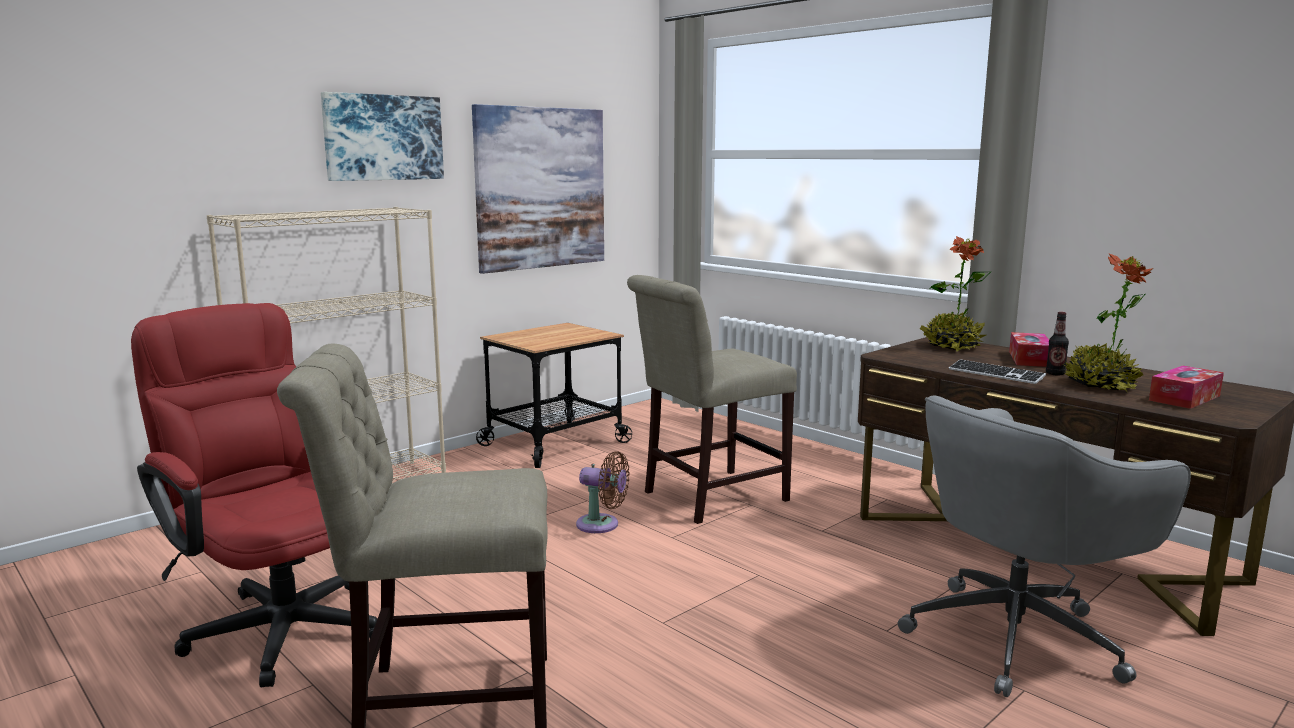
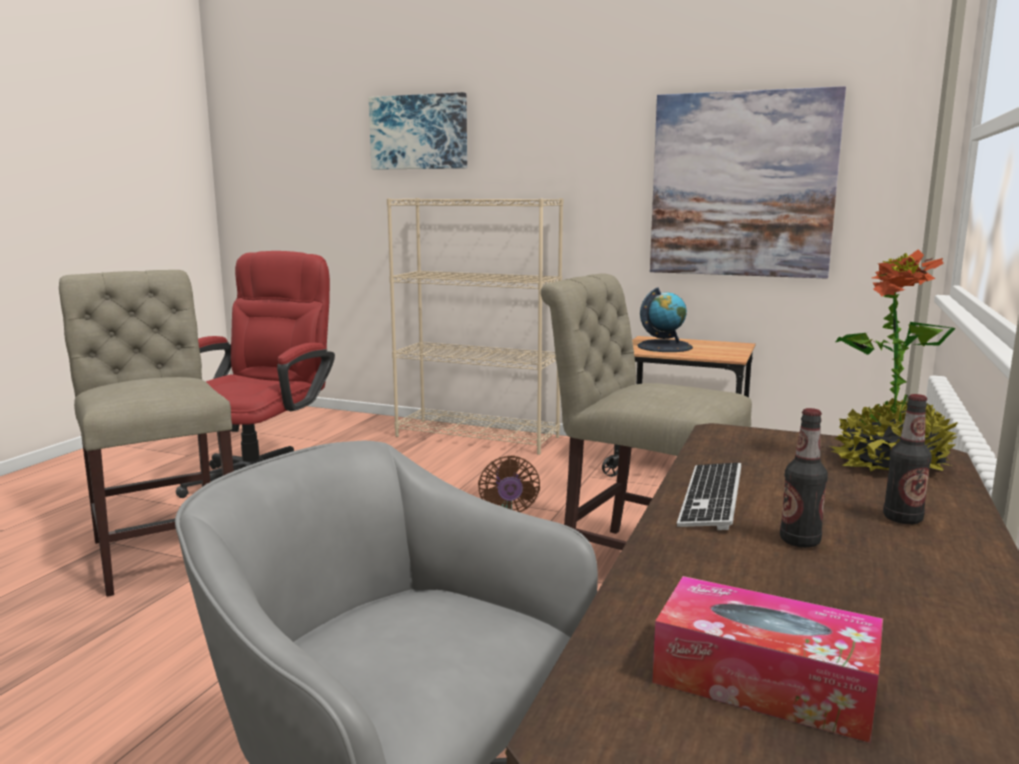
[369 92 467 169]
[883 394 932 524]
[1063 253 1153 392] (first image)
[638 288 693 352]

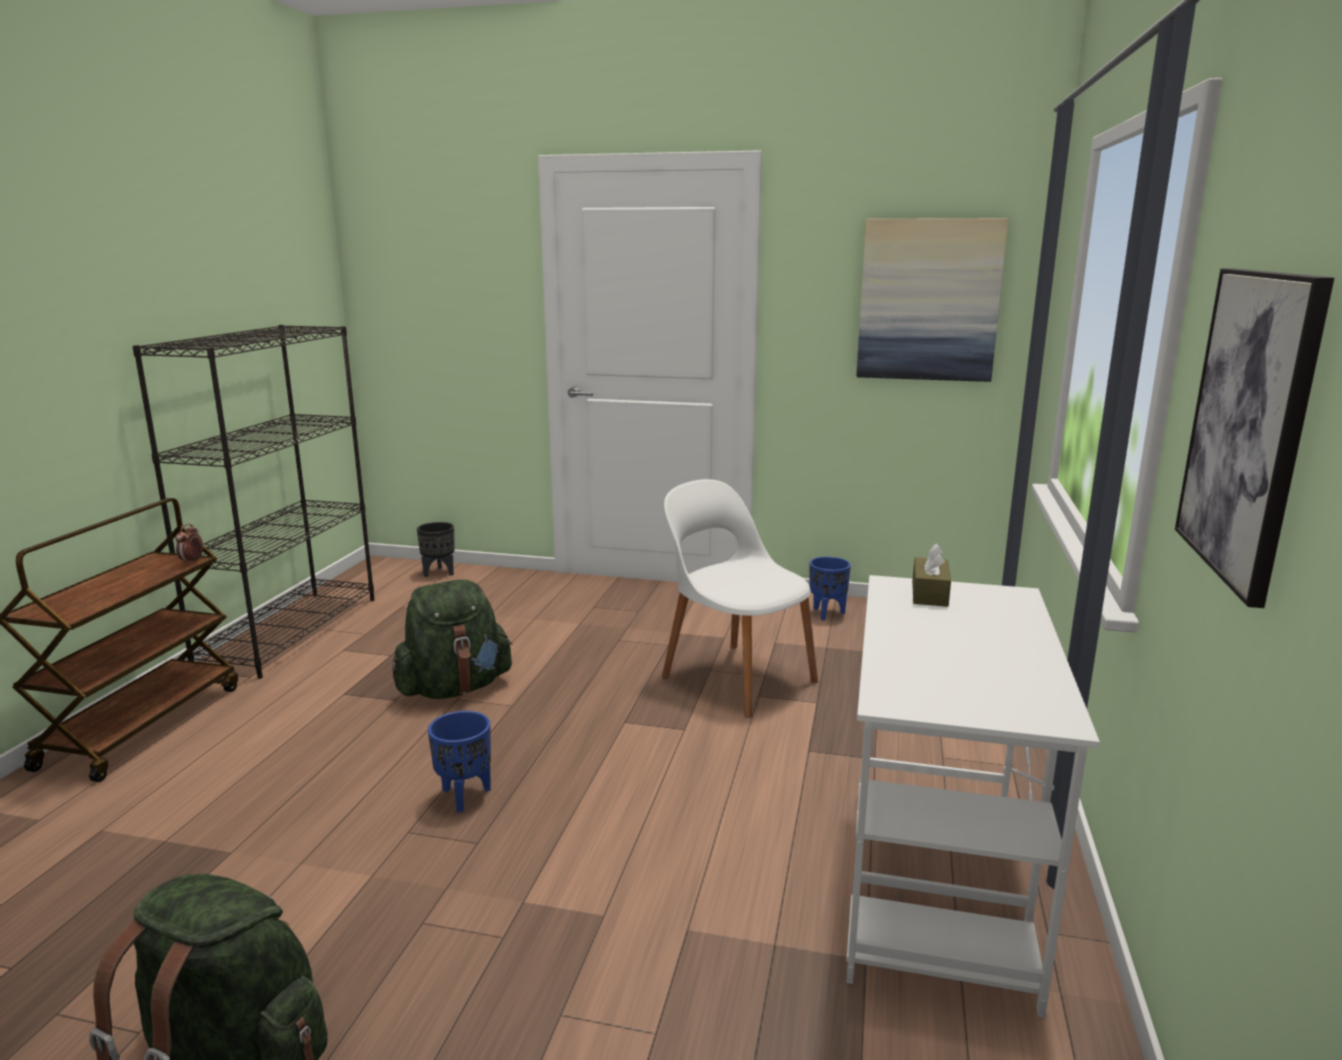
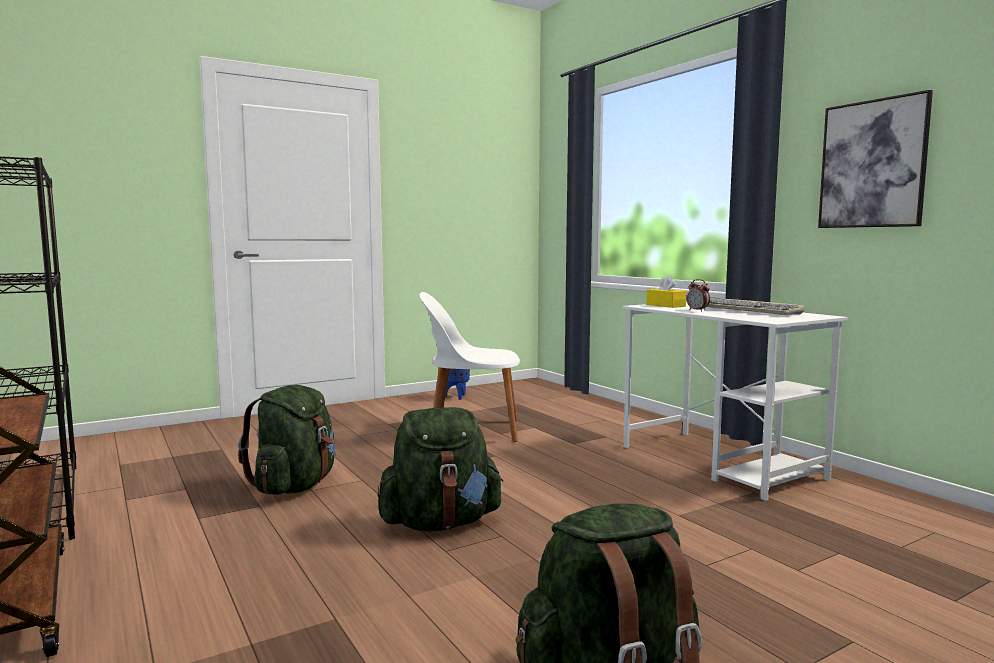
[686 279 710 312]
[417 522 455 577] (first image)
[377 407 503 531]
[856 218 1008 382] (first image)
[646 275 686 308]
[707 298 805 315]

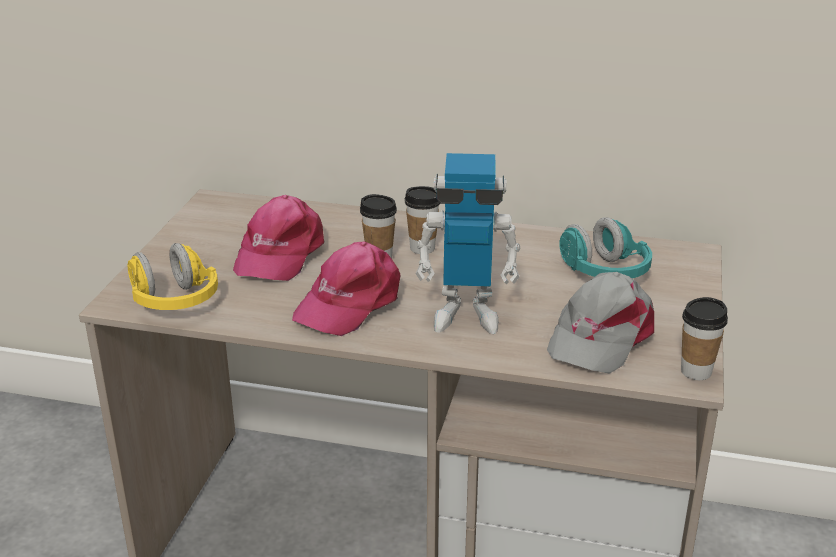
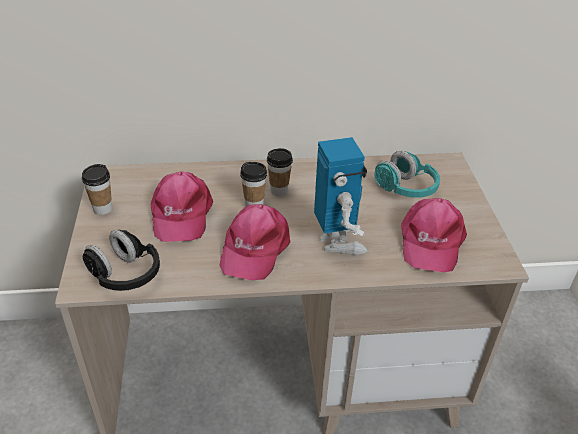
[83 230 160 291]
[314 137 367 255]
[401 198 467 272]
[82 164 112 215]

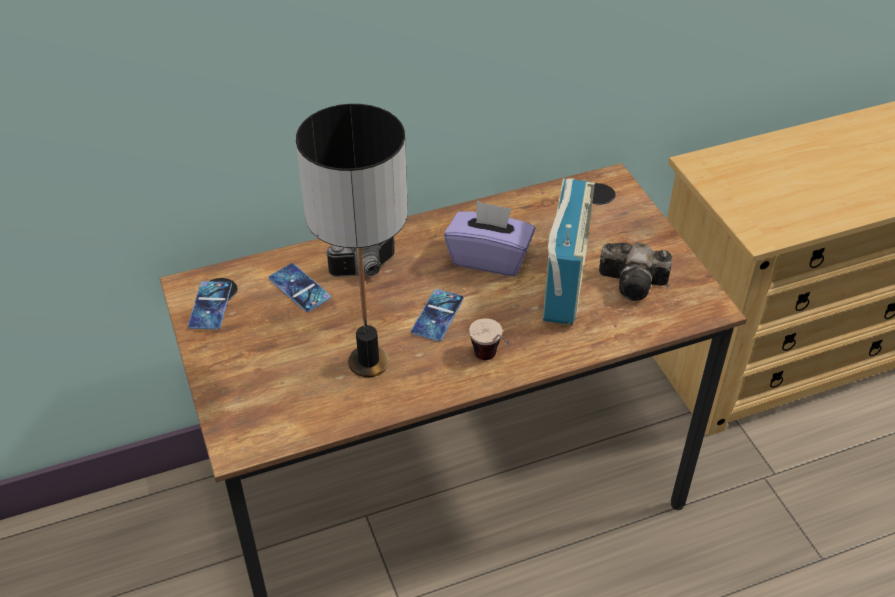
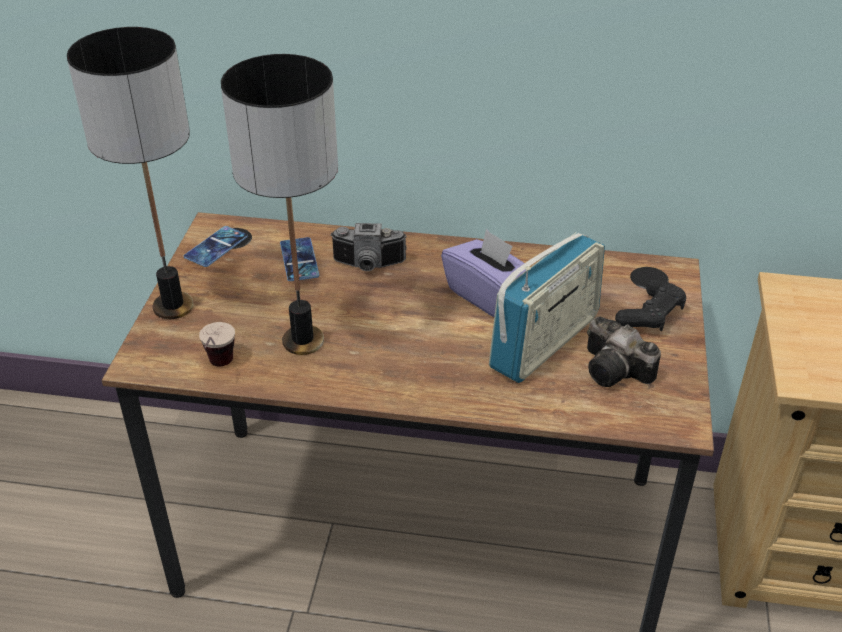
[411 289 464 341] (first image)
[199 322 235 366]
[67 27 194 319]
[615 280 686 331]

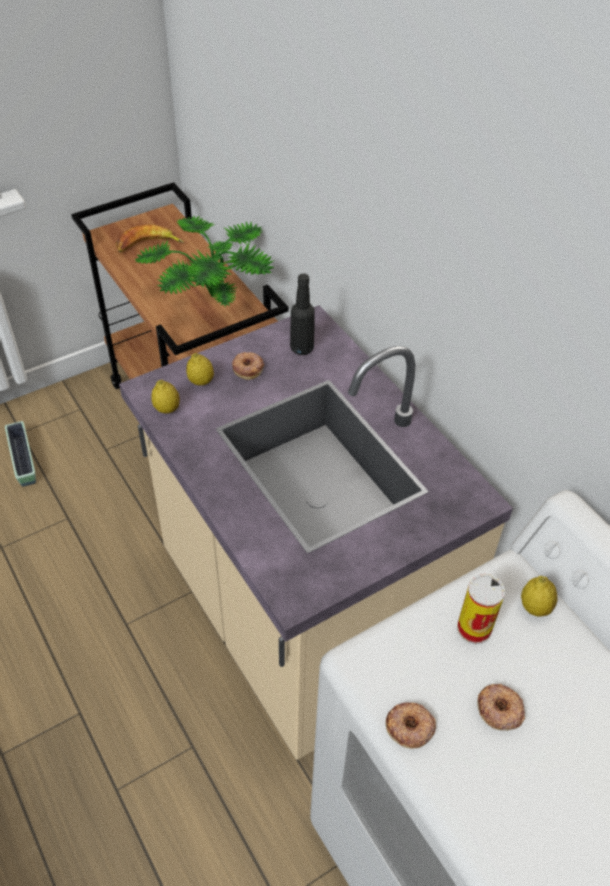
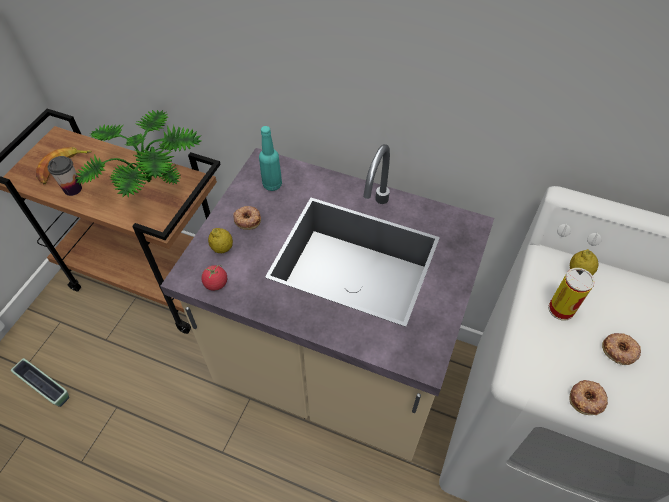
[201 265 227 291]
[259 126 282 191]
[48 156 82 196]

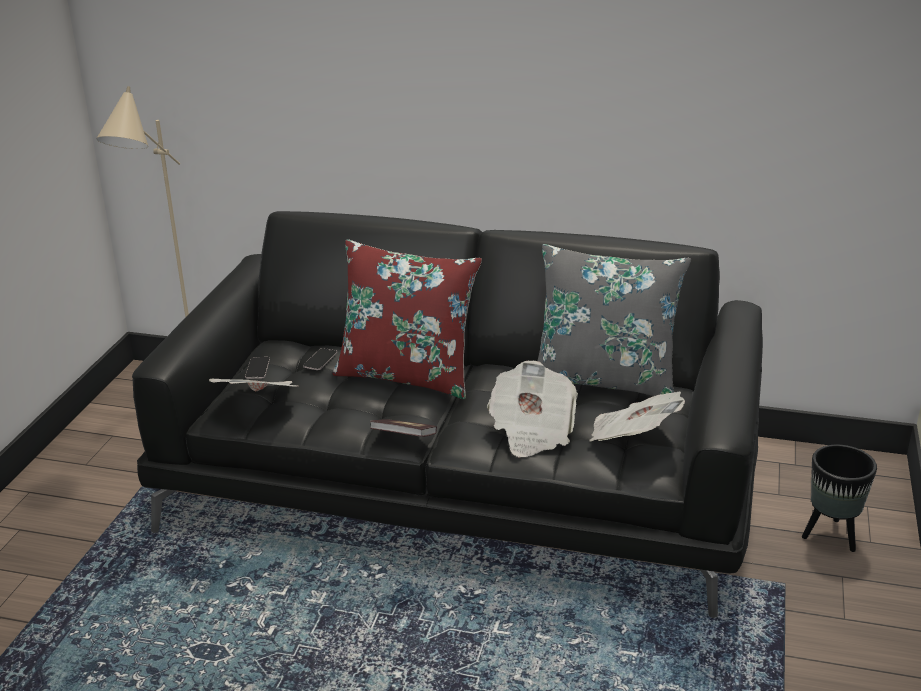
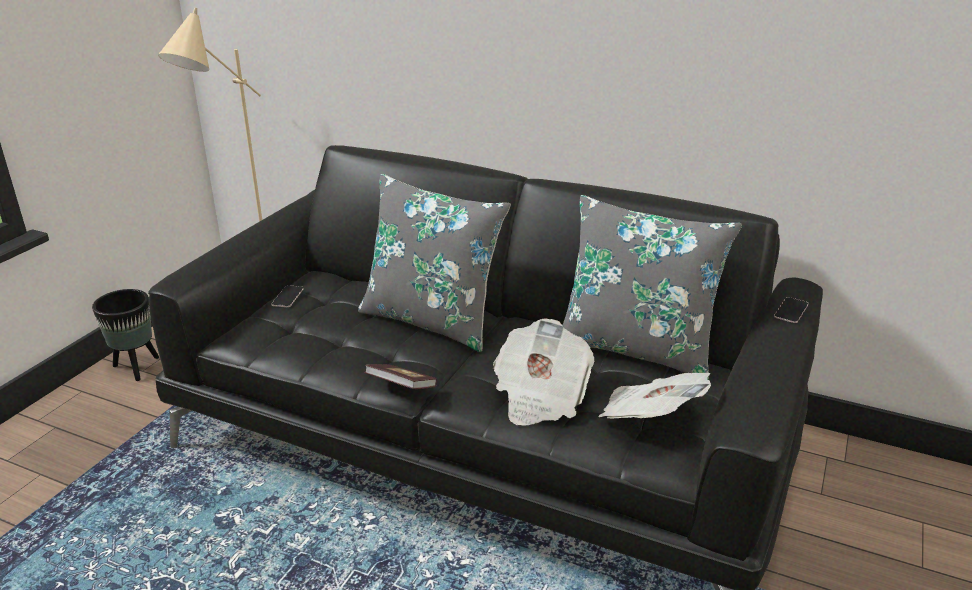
[209 379 297 391] (first image)
[774 297 809 323]
[358 174 511 352]
[92 289 159 381]

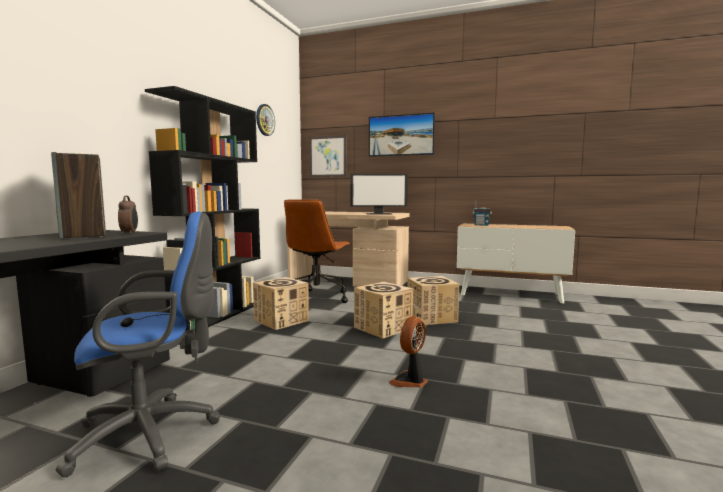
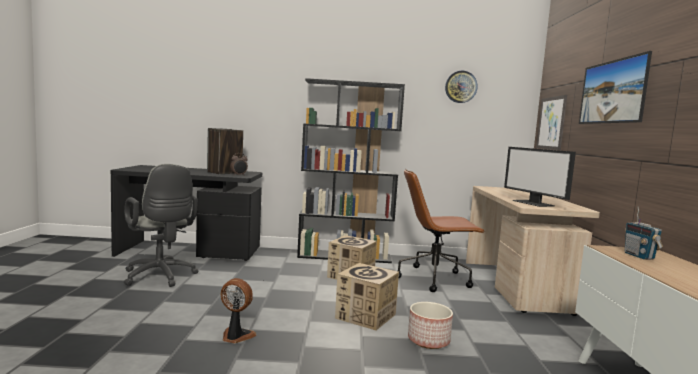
[124 164 199 287]
[408 302 453 349]

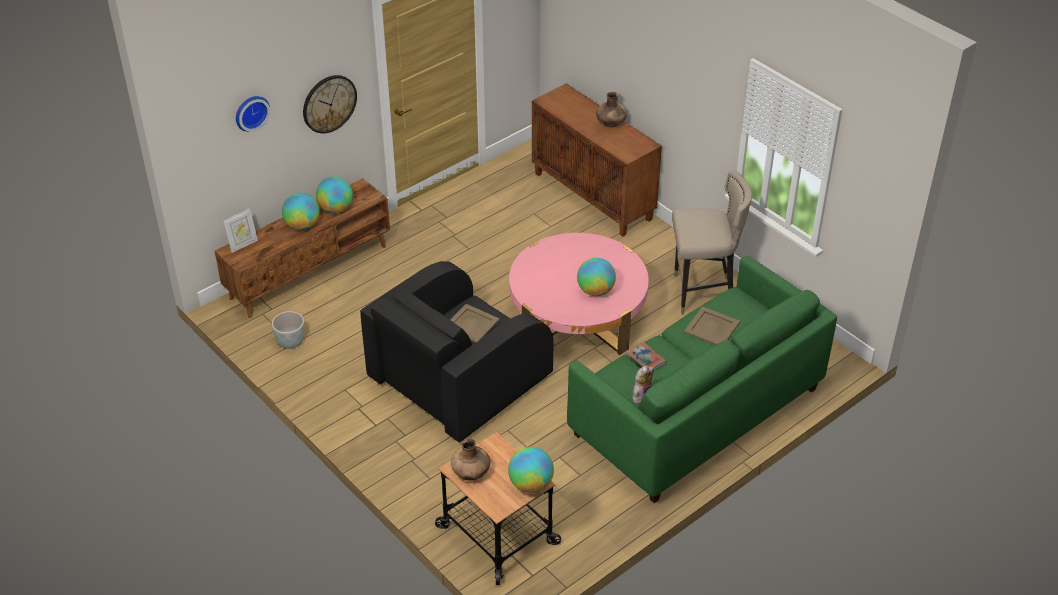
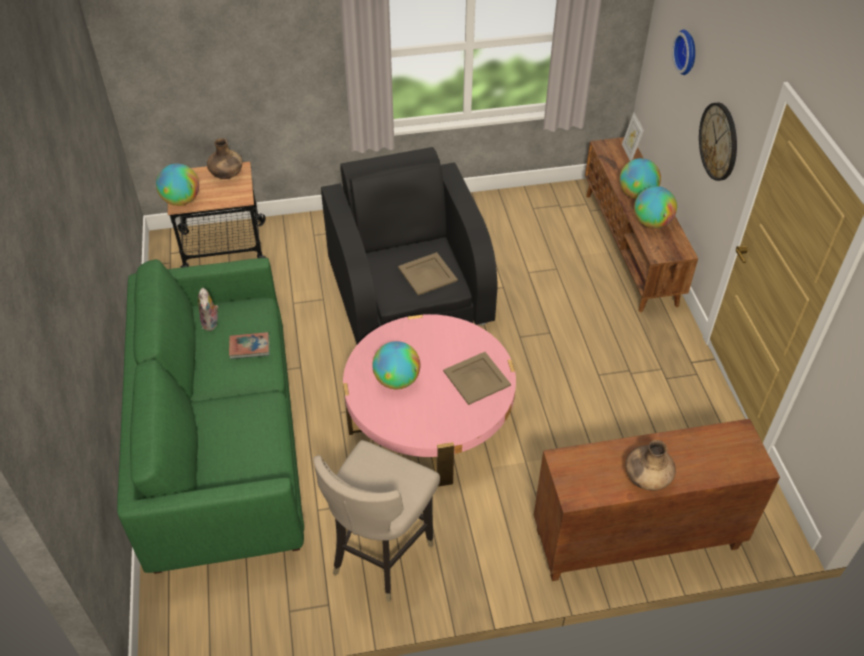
[272 311 304 349] (first image)
[443 352 511 405]

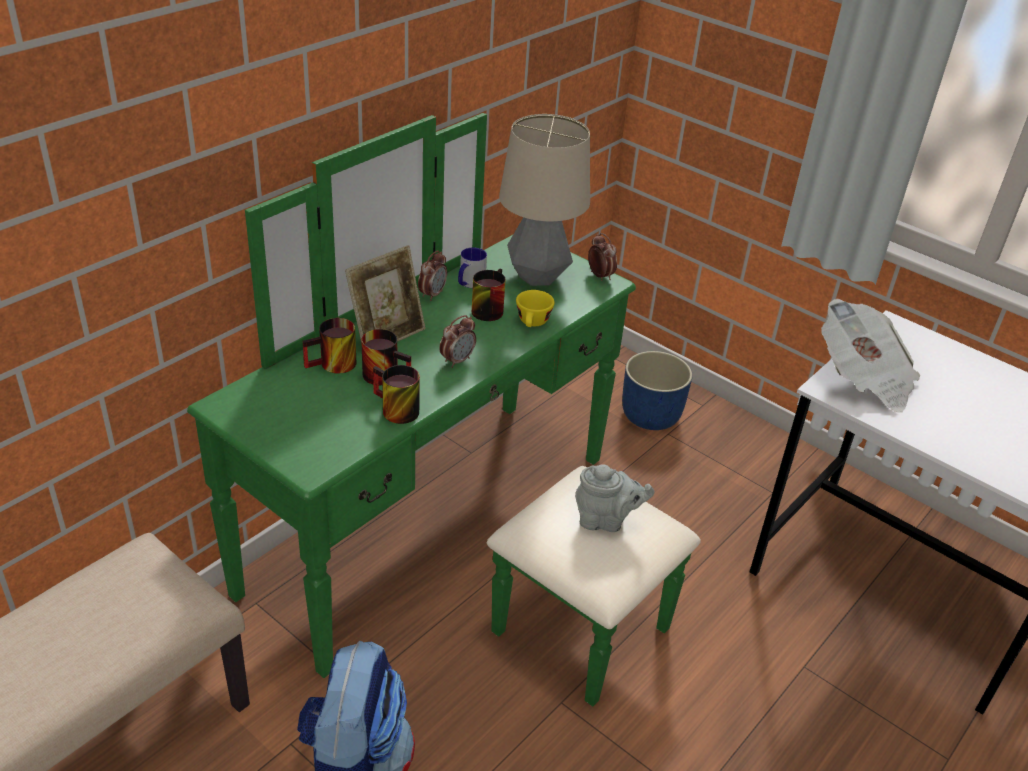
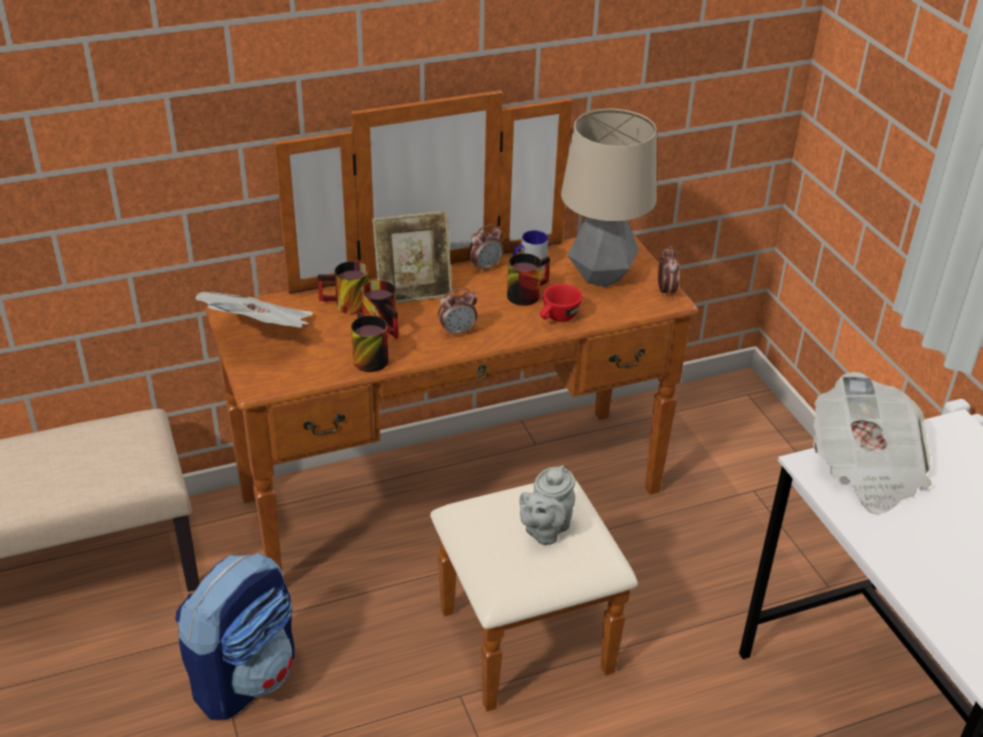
[205 90 698 712]
[540 284 582 322]
[519 465 575 545]
[622 351 693 430] (first image)
[195 292 313 328]

